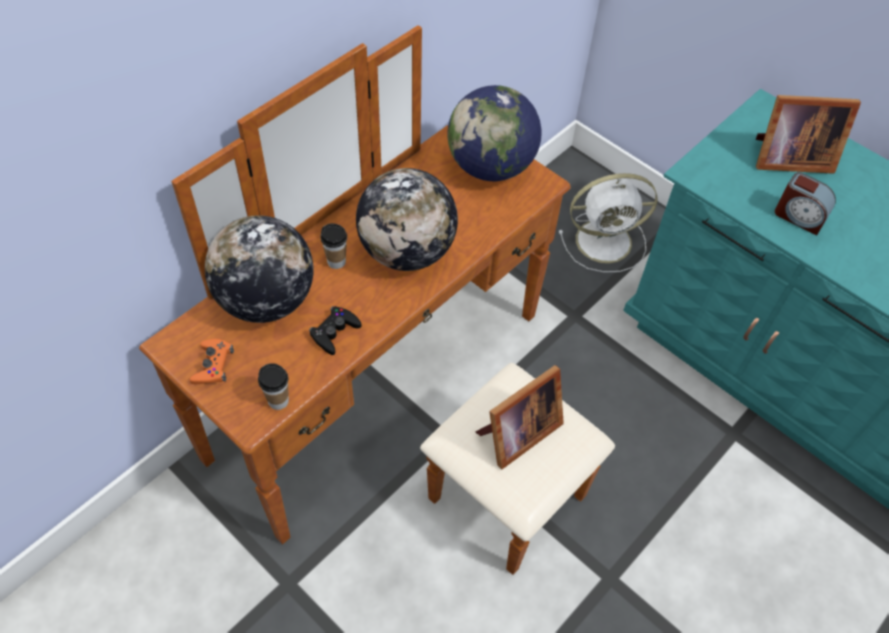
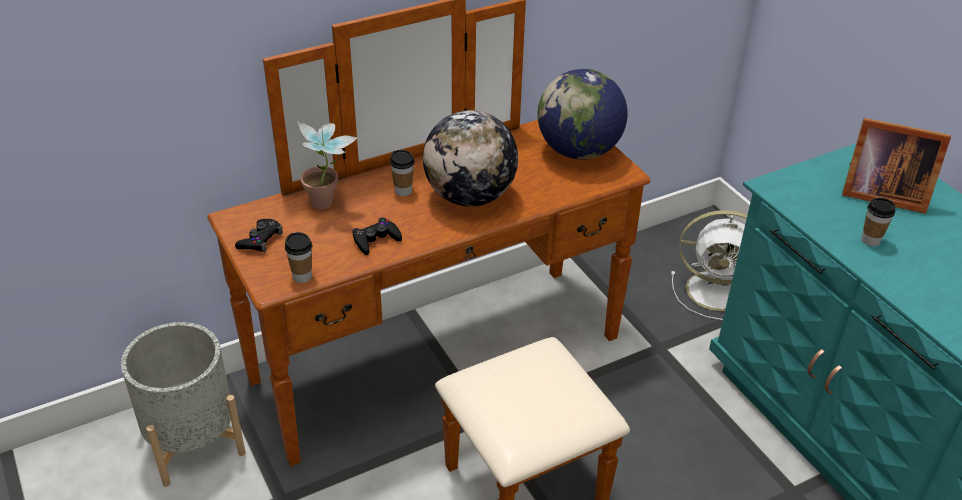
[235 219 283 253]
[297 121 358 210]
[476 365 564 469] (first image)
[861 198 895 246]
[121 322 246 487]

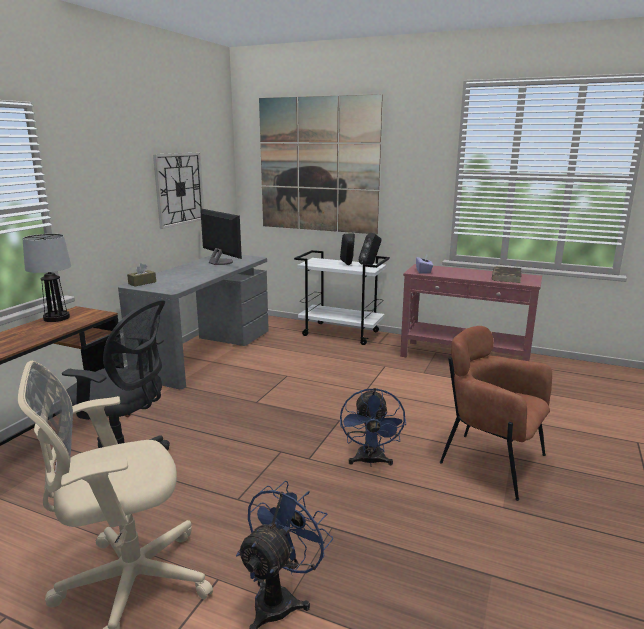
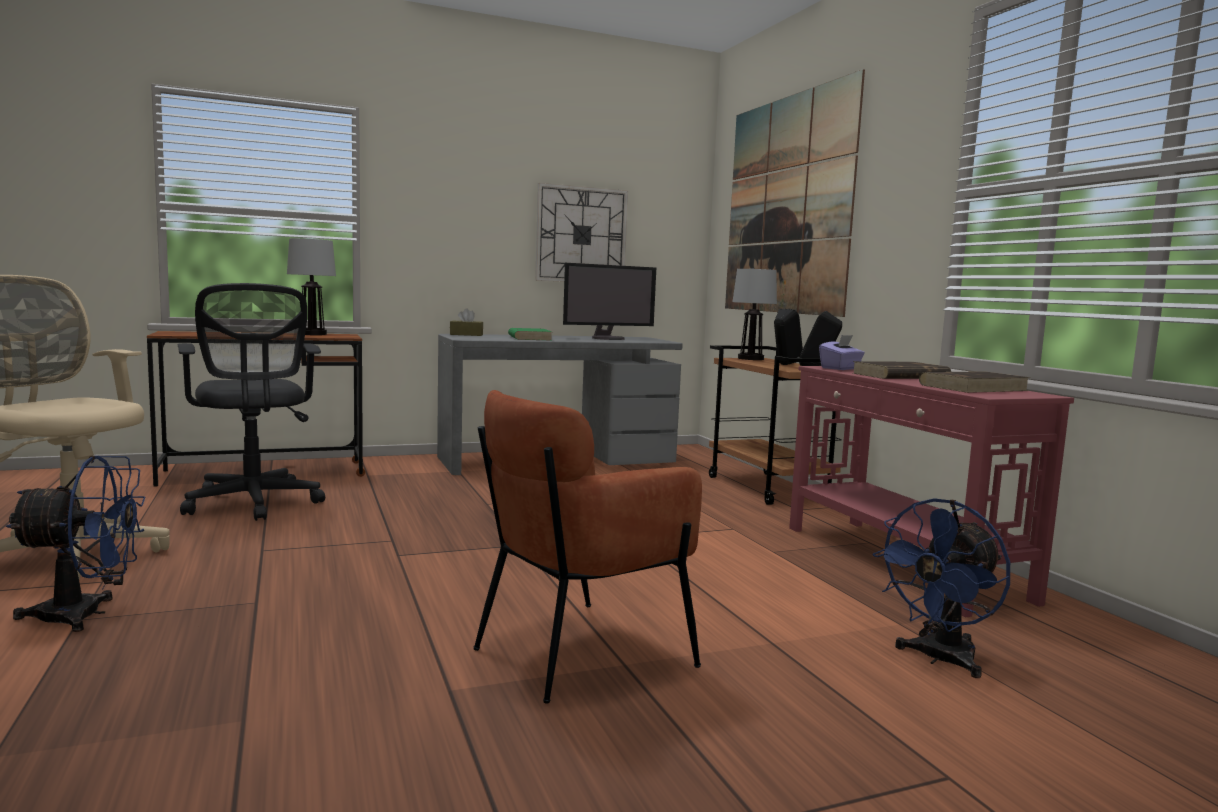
[563 263 656 340]
[709 345 842 505]
[872 498 1010 678]
[474 390 702 704]
[508 328 552 341]
[732 269 777 360]
[853 361 951 379]

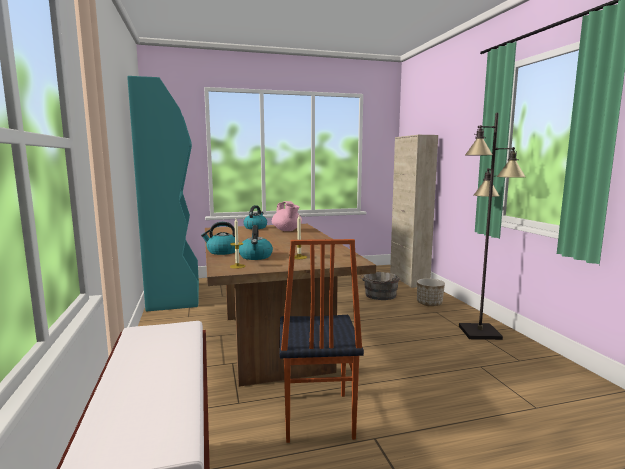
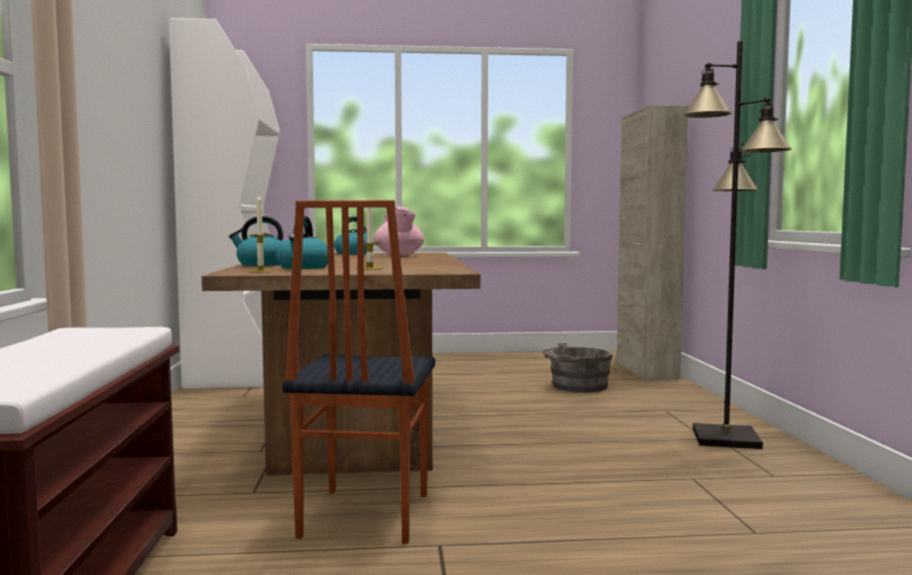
[169 18 280 389]
[417 278 445 307] (first image)

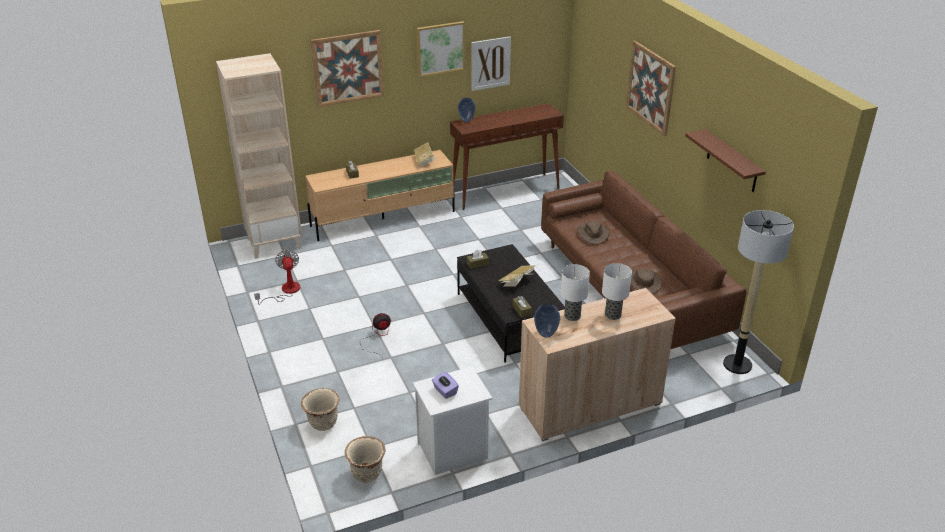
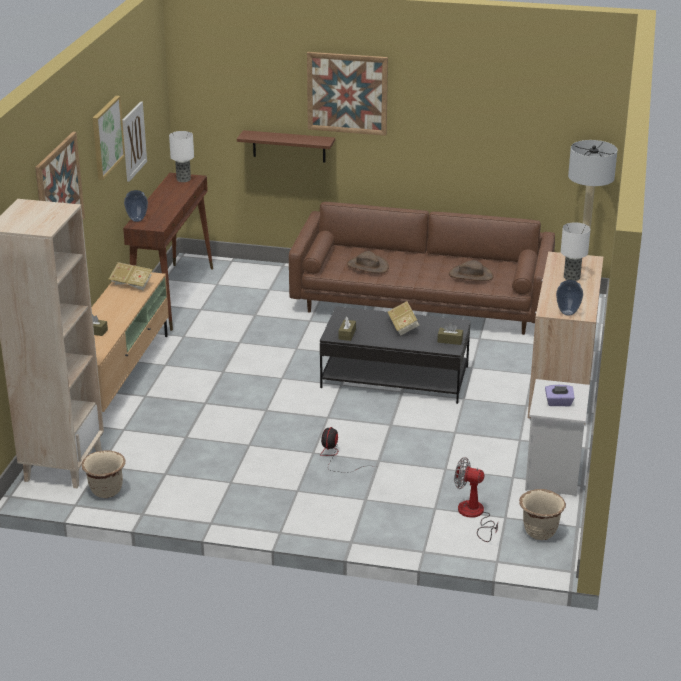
[454 457 498 542]
[82 450 125 498]
[169 131 194 182]
[237 130 335 163]

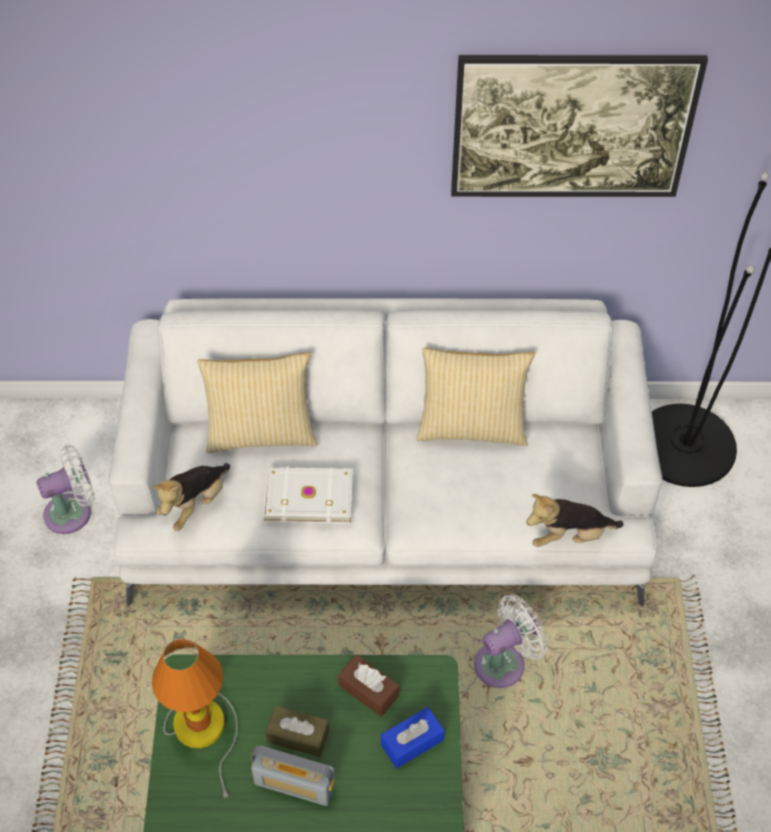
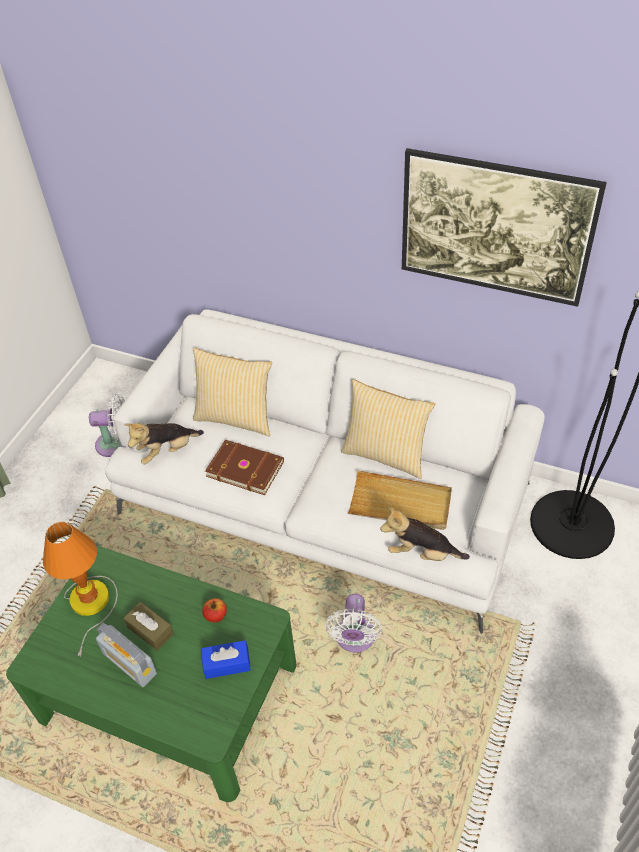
[205 440 284 495]
[202 598 227 622]
[325 594 382 652]
[347 470 452 530]

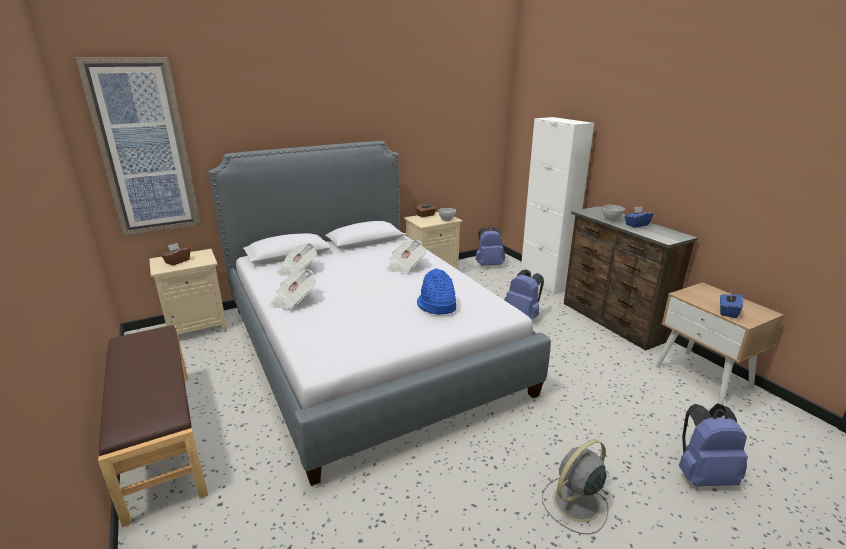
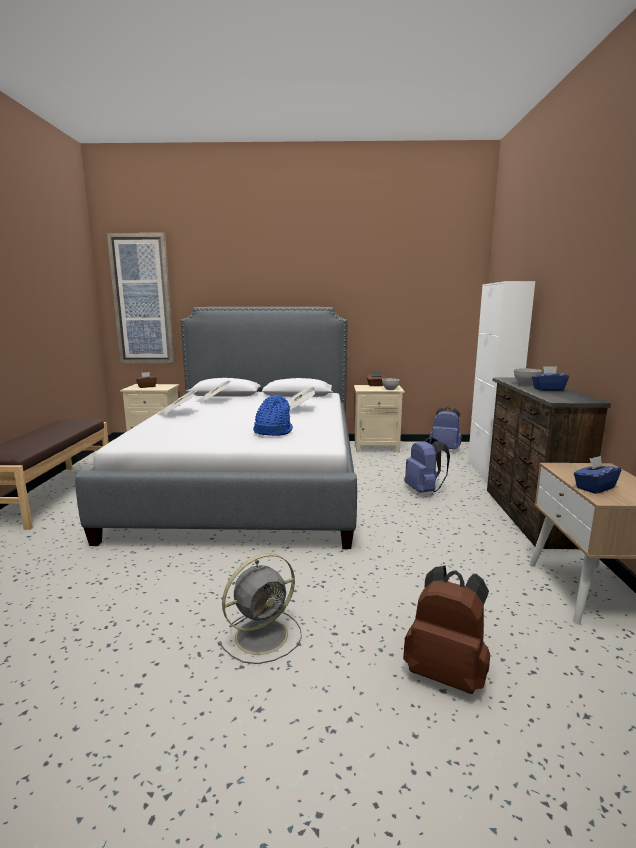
[217 553 302 664]
[403 566 490 694]

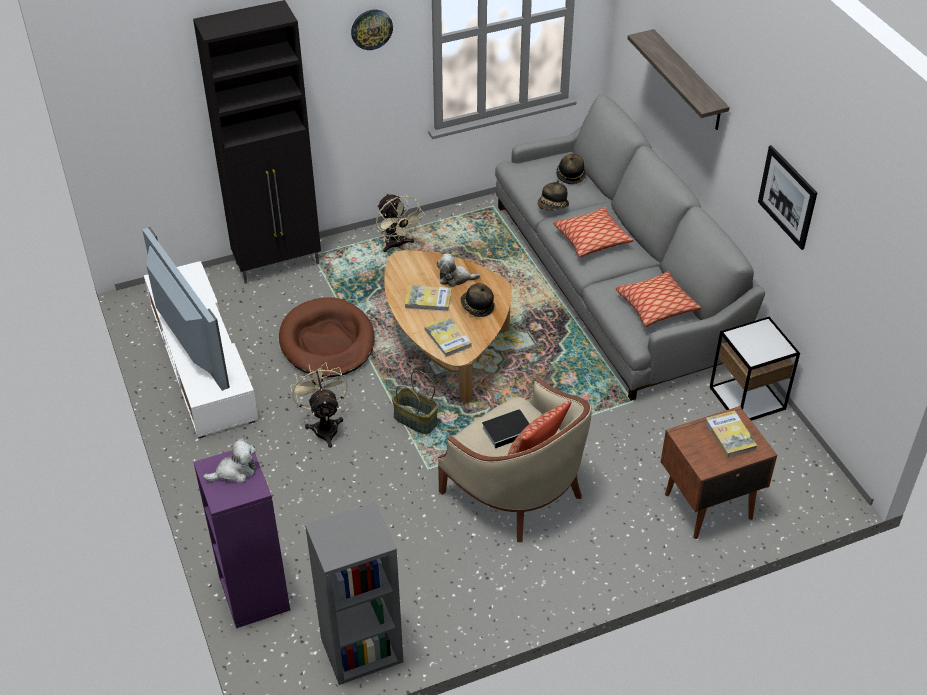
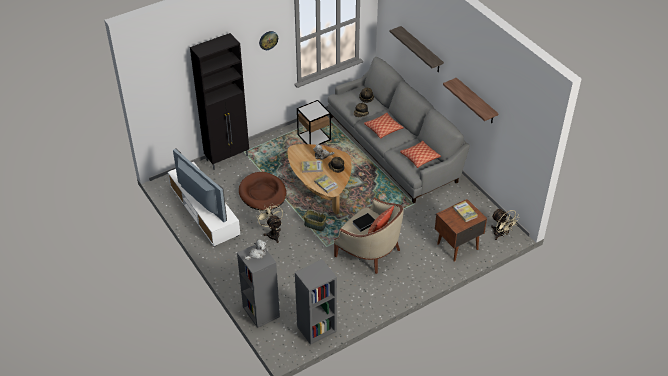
[237 244 280 328]
[491 209 520 240]
[297 100 331 145]
[443 78 499 123]

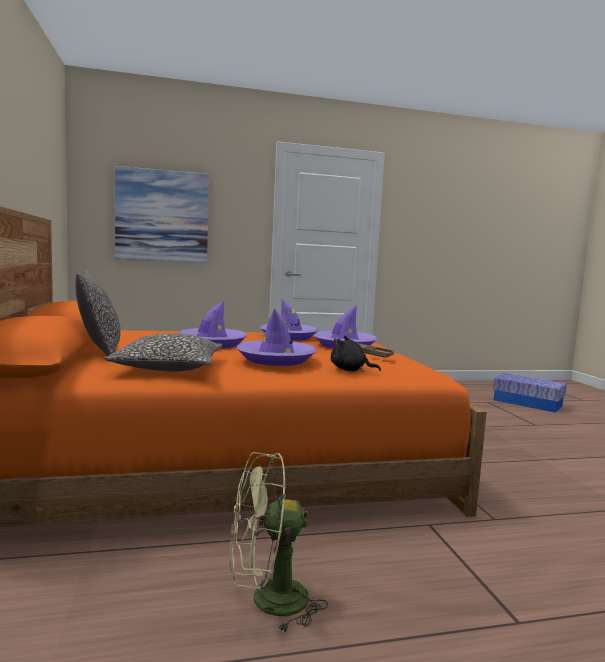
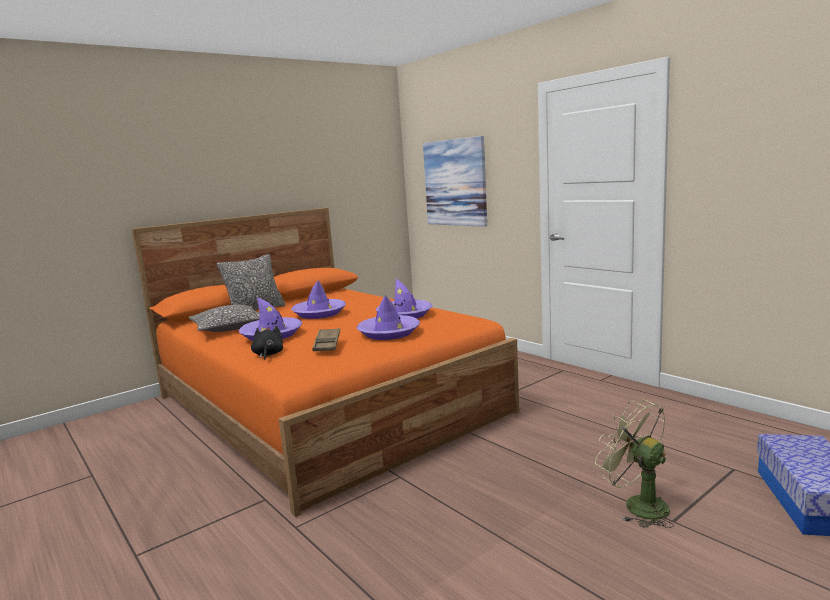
[595 400 674 528]

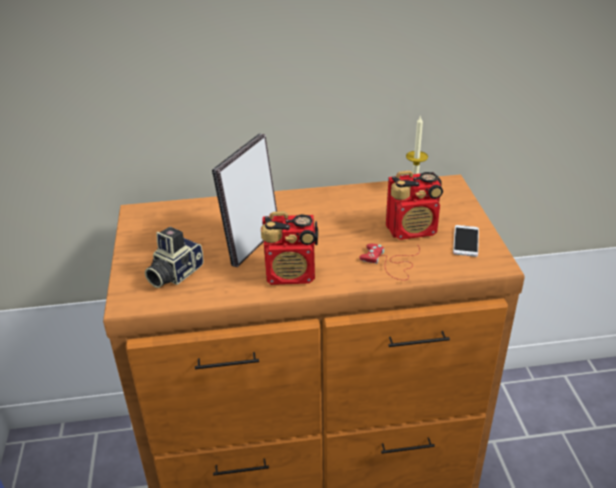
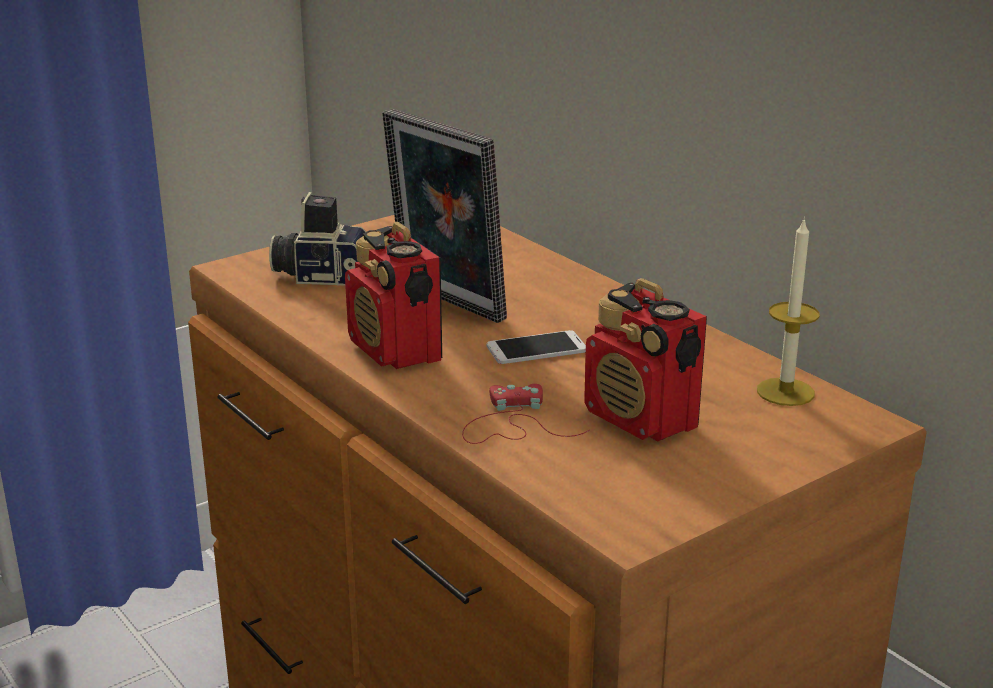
[382 109 507 323]
[486 330 586 364]

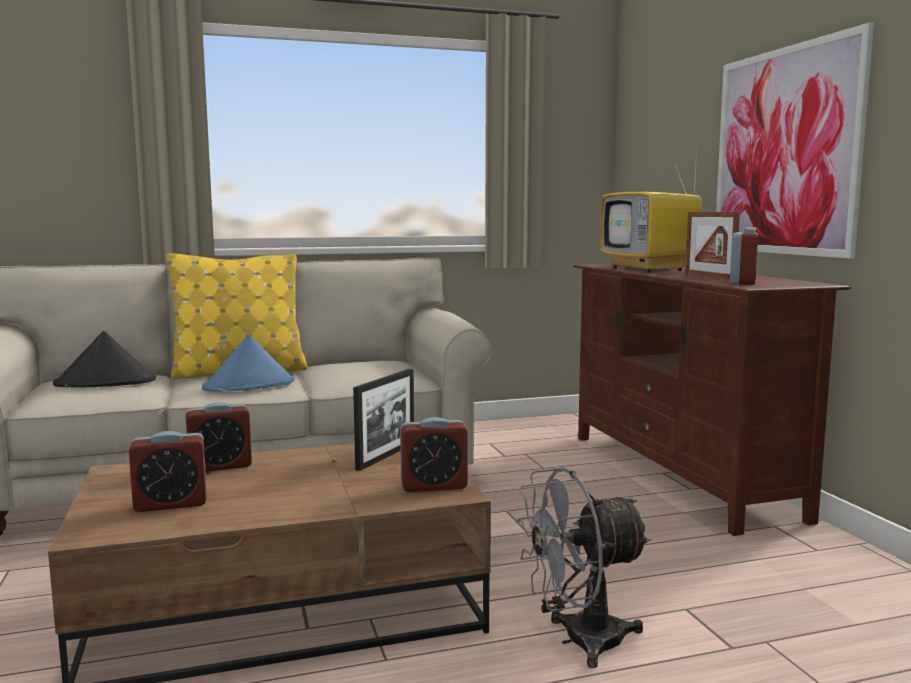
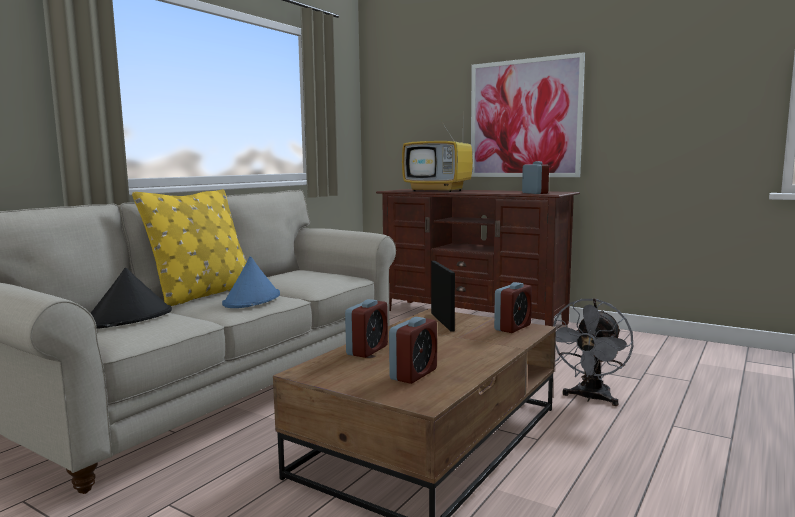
[685 212 740 279] (first image)

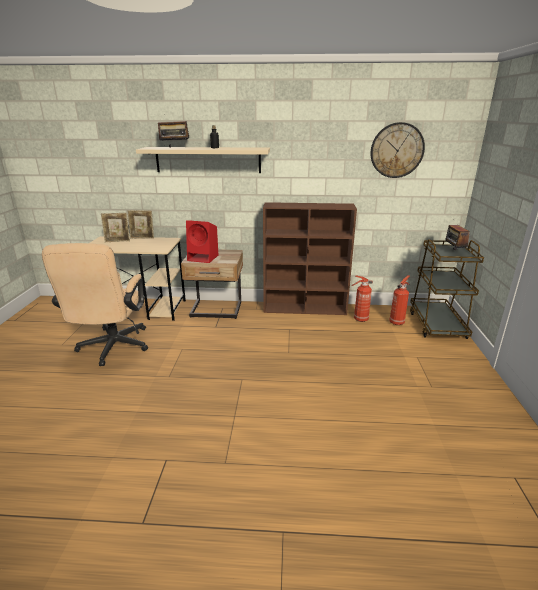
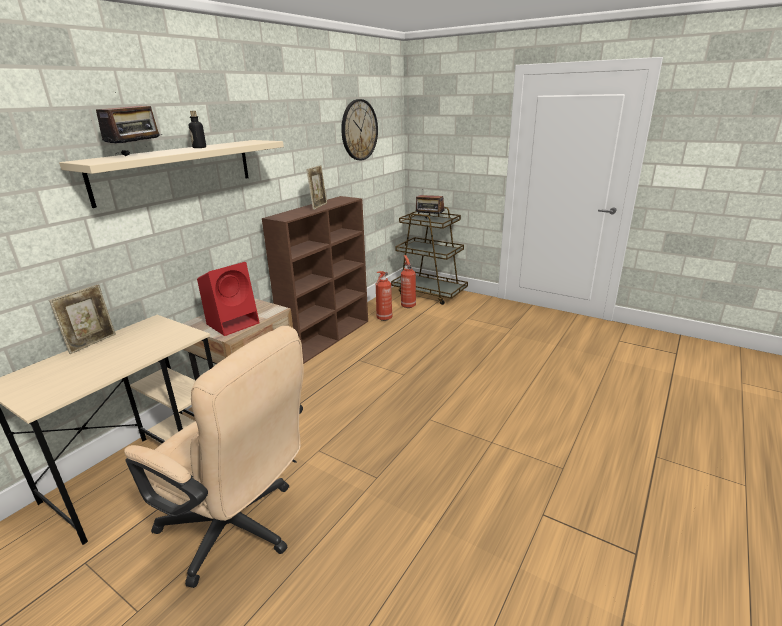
[306 165 327 210]

